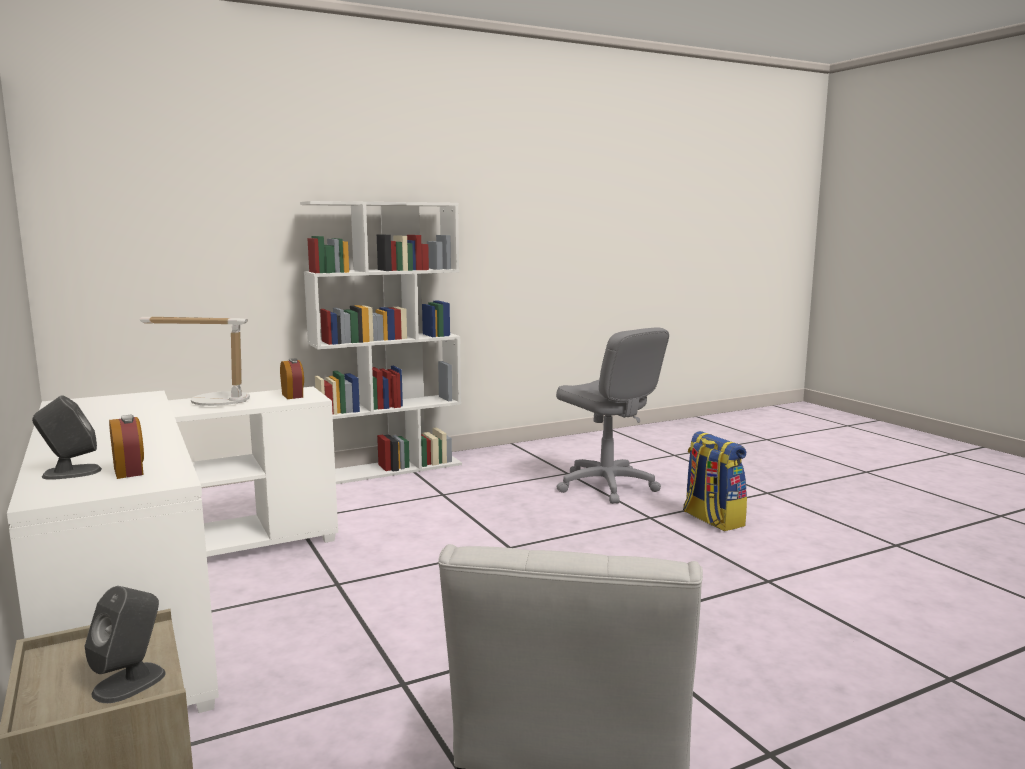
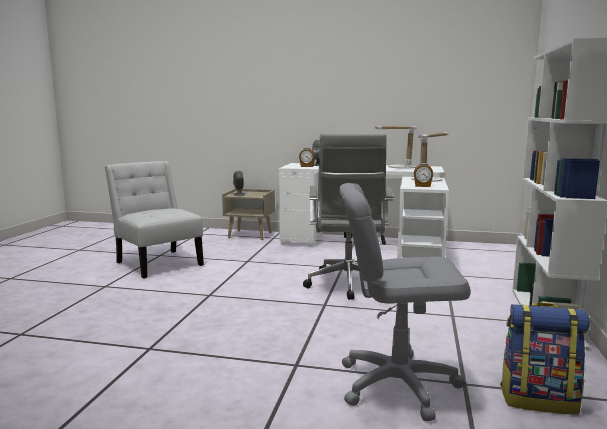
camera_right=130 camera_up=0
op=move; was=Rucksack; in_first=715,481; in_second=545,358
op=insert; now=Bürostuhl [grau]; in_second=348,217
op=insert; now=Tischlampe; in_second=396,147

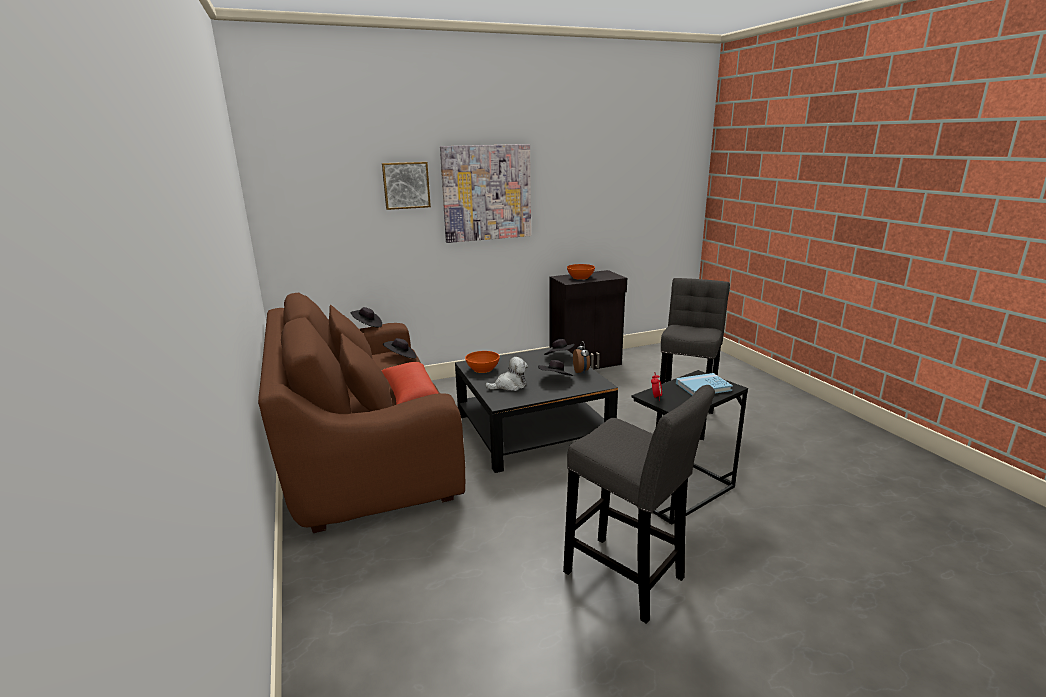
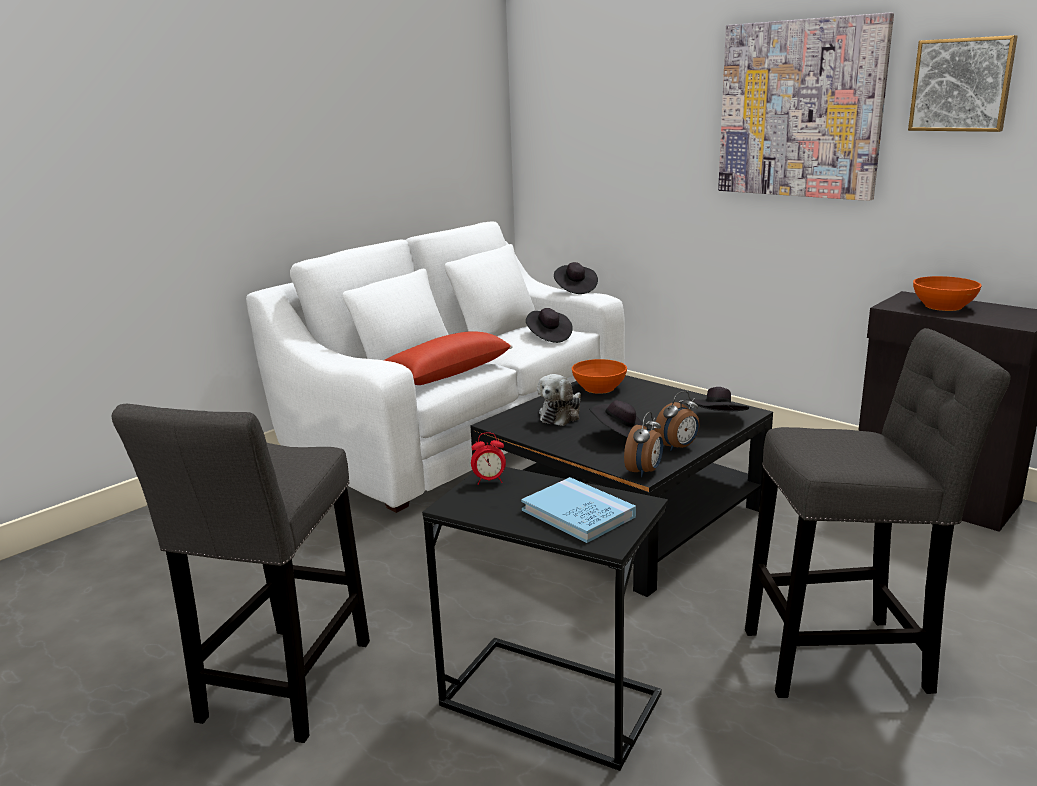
camera_right=65 camera_up=0
op=recolor; was=Sofa [braun]; now=Sofa [weiß]; in_first=361,413; in_second=435,367
op=move; was=Bild; in_first=406,186; in_second=963,83
op=rotate; was=Plüschtier; in_first=506,374; in_second=559,400; clockwise=75
op=insert; now=Wecker; in_second=643,444

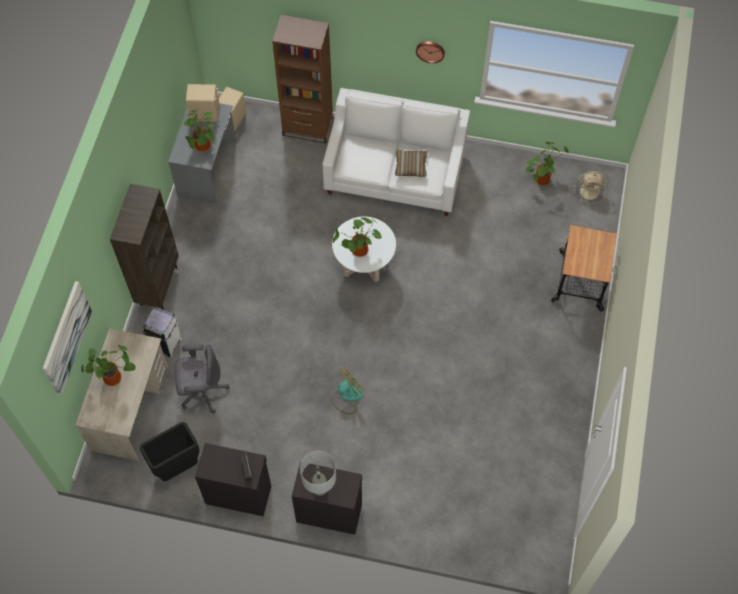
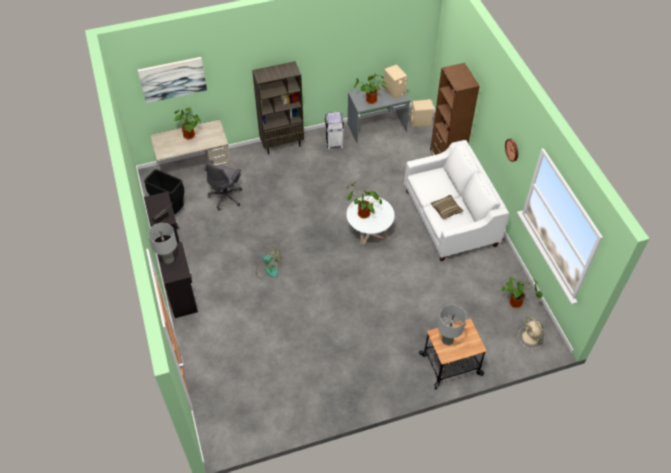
camera_right=60 camera_up=-10
op=move; was=Mülleimer [weiß]; in_first=162,332; in_second=334,130
op=rotate; was=Bürostuhl [grau]; in_first=202,379; in_second=223,185; clockwise=60
op=insert; now=Tischlampe [grau]; in_second=452,325

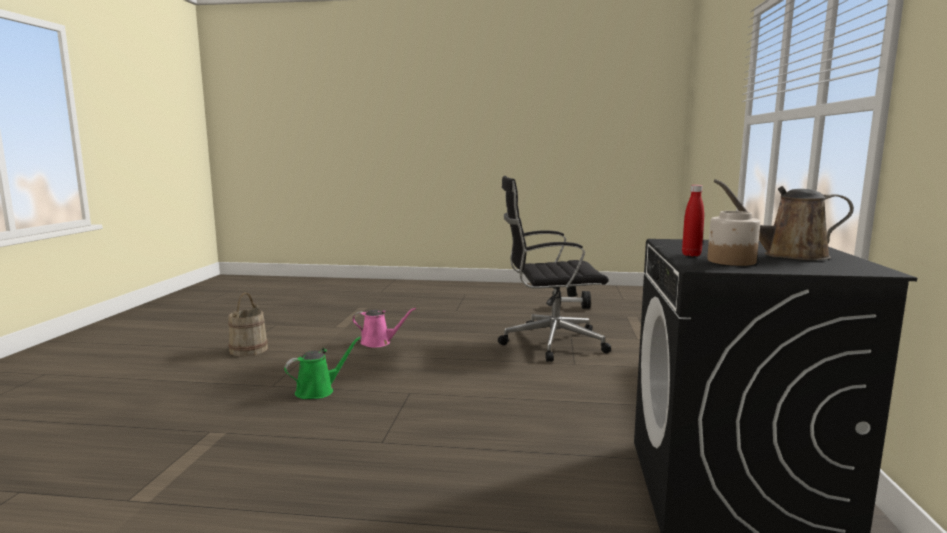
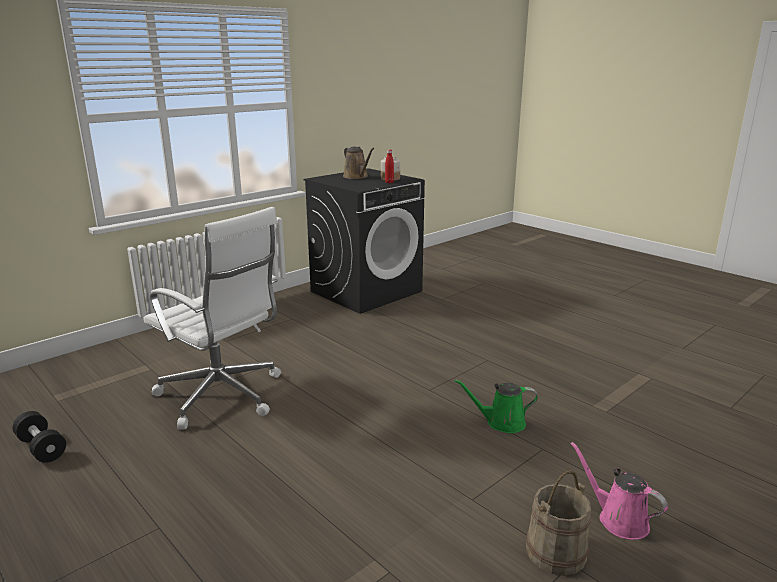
camera_right=-140 camera_up=10
op=move; was=Gießkanne [rosa]; in_first=384,328; in_second=619,491
op=recolor; was=Bürostuhl [schwarz]; now=Bürostuhl [weiß]; in_first=554,269; in_second=212,318

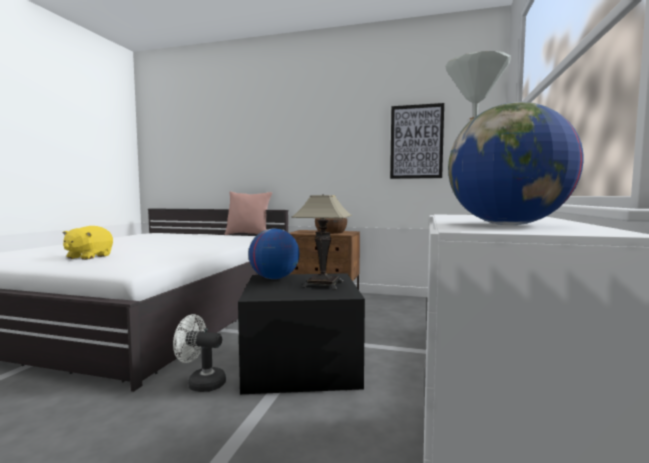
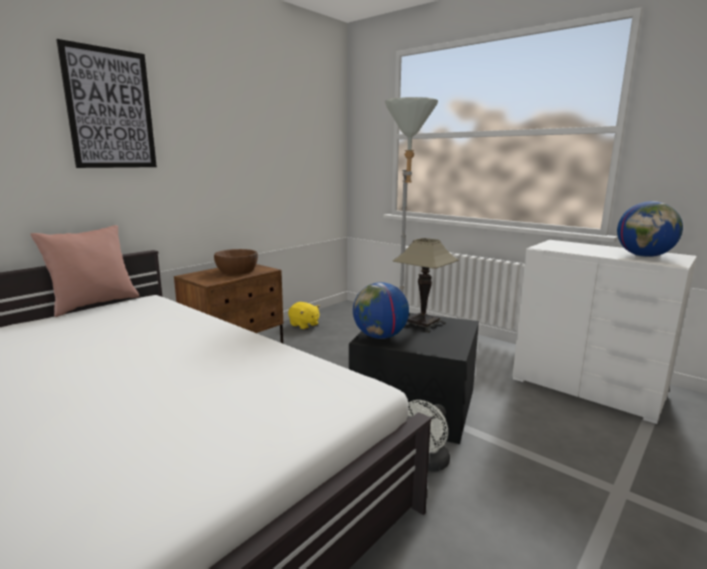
camera_right=-65 camera_up=10
op=move; was=Plüschtier [gelb]; in_first=88,243; in_second=304,315
op=move; was=Bild; in_first=417,141; in_second=106,103

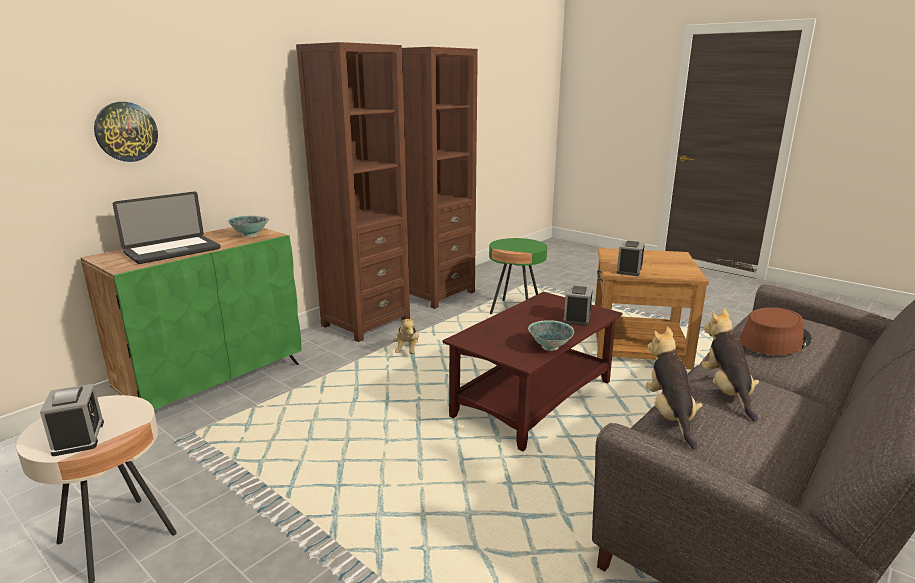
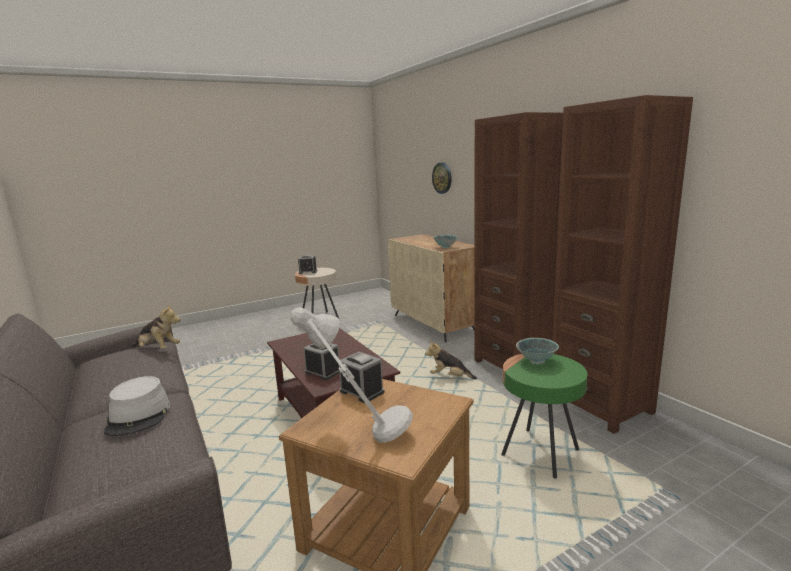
camera_right=110 camera_up=-5
op=recolor; was=Schrank [grün]; now=Schrank [beige]; in_first=191,318; in_second=431,288
op=delete; was=Laptop; in_first=167,228
op=move; was=Schüssel; in_first=551,335; in_second=537,351
op=delete; was=Plüschtier; in_first=730,365
op=recolor; was=Hut [braun]; now=Hut [grau]; in_first=776,331; in_second=137,406
op=insert; now=Tischlampe [grau]; in_second=351,375

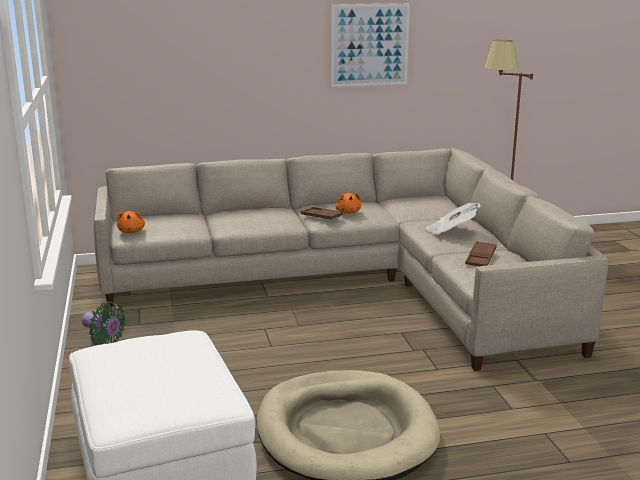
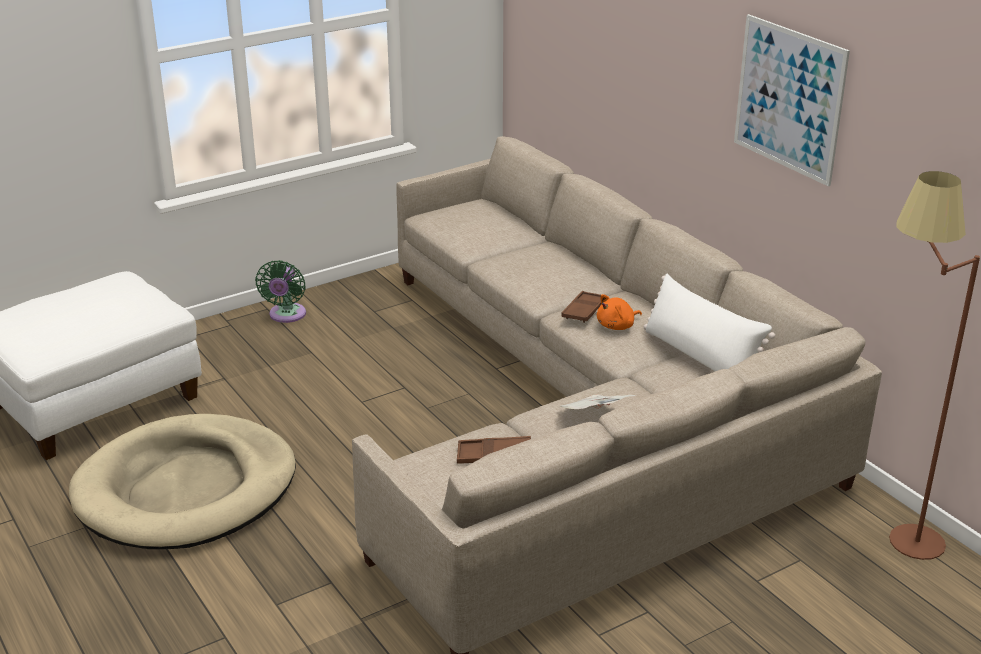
camera_right=70 camera_up=10
op=delete; was=Plüschtier [orange]; in_first=131,222
op=insert; now=Kissen [weiß]; in_second=709,322

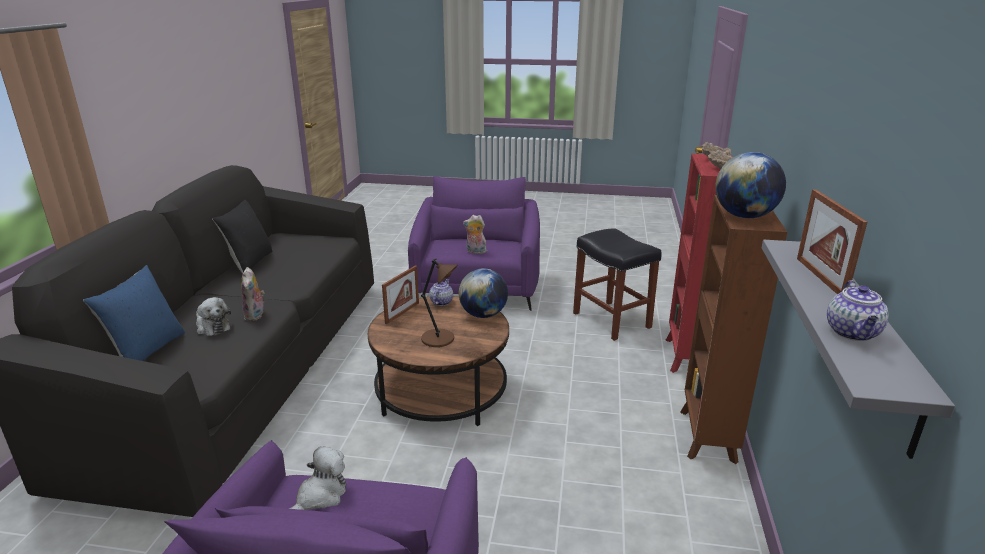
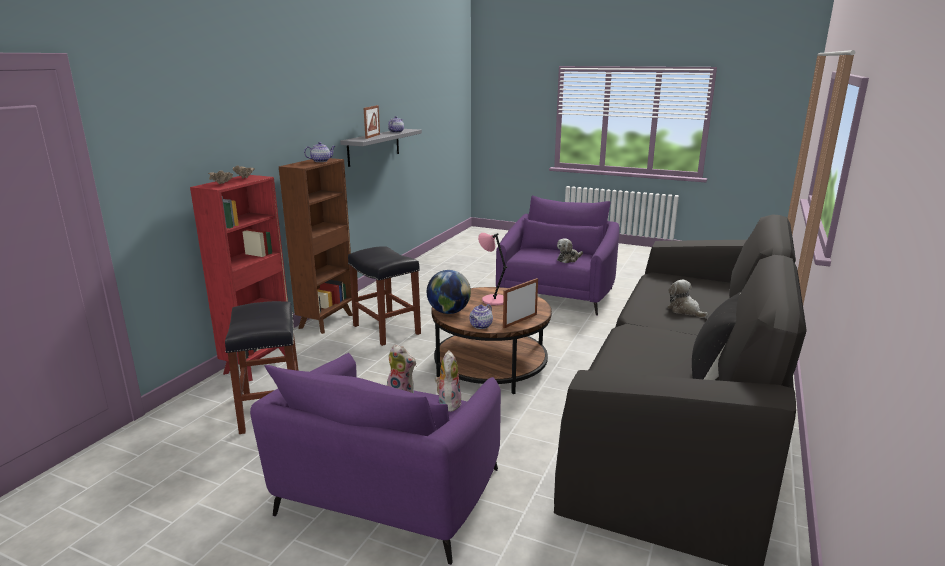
camera_right=-165 camera_up=-5
op=delete; was=Kissen [blau]; in_first=134,313
op=move; was=Plüschtier; in_first=253,294; in_second=448,381
op=recolor; was=Tischlampe [braun]; now=Tischlampe [rosa]; in_first=439,302; in_second=492,269
op=replace; was=Globus; now=Teekanne; in_first=750,185; in_second=319,152
op=insert; now=Hocker [schwarz]; in_second=384,296

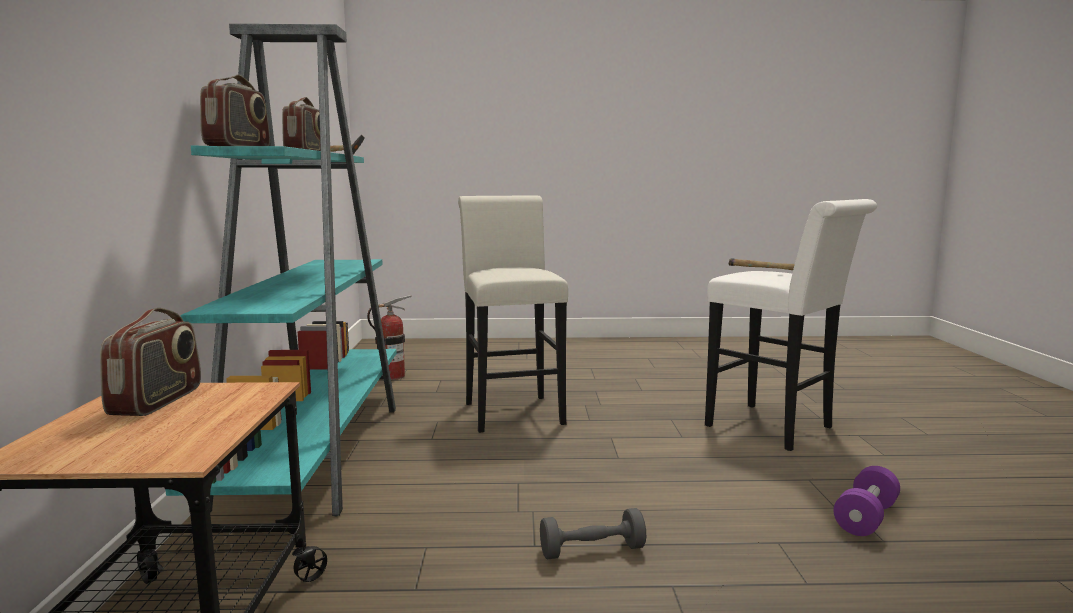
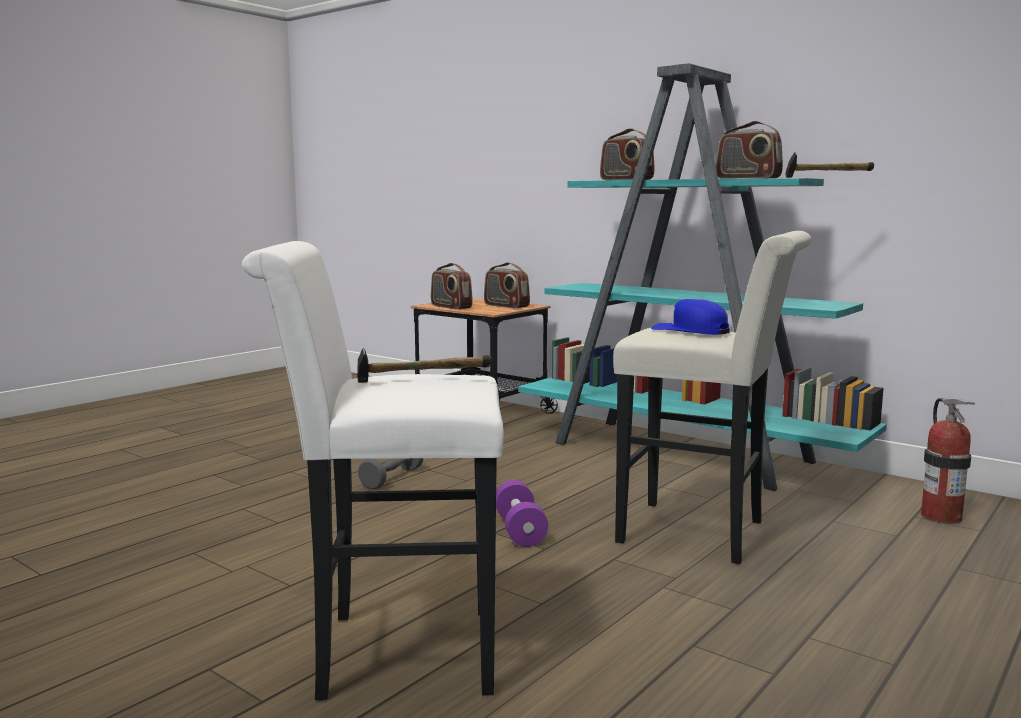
camera_right=130 camera_up=0
op=move; was=Hantel [lila]; in_first=867,501; in_second=522,513
op=insert; now=Radio; in_second=452,286
op=insert; now=Kappe [blau]; in_second=690,317

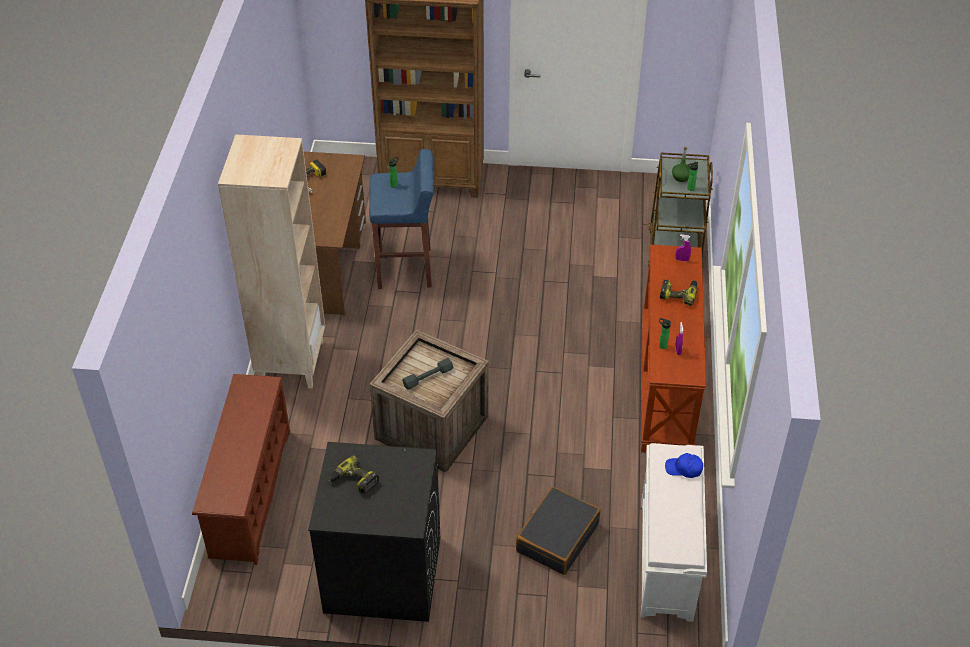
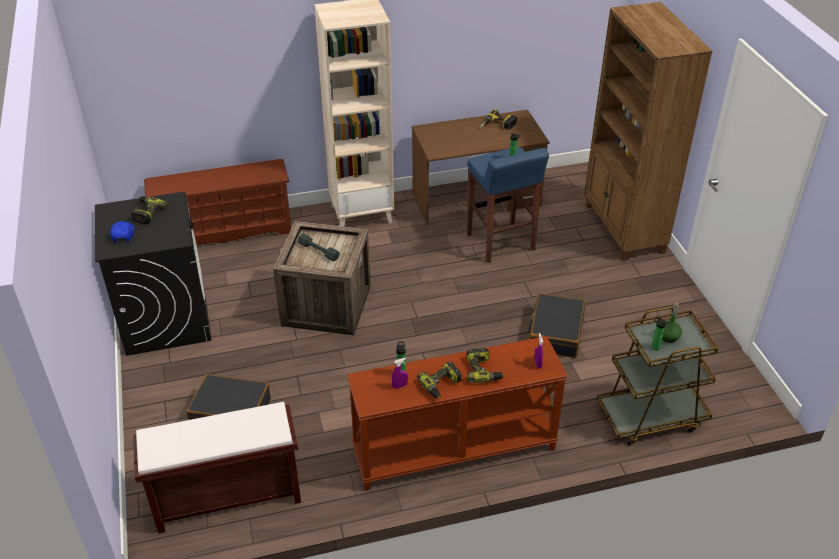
camera_right=70 camera_up=-5
op=recolor; was=Bank [weiß]; now=Bank [braun]; in_first=673,532; in_second=217,468
op=move; was=Kappe [blau]; in_first=684,465; in_second=122,232
op=insert; now=Bohrmaschine; in_second=439,380
op=insert; now=Koffer [schwarz]; in_second=556,326

